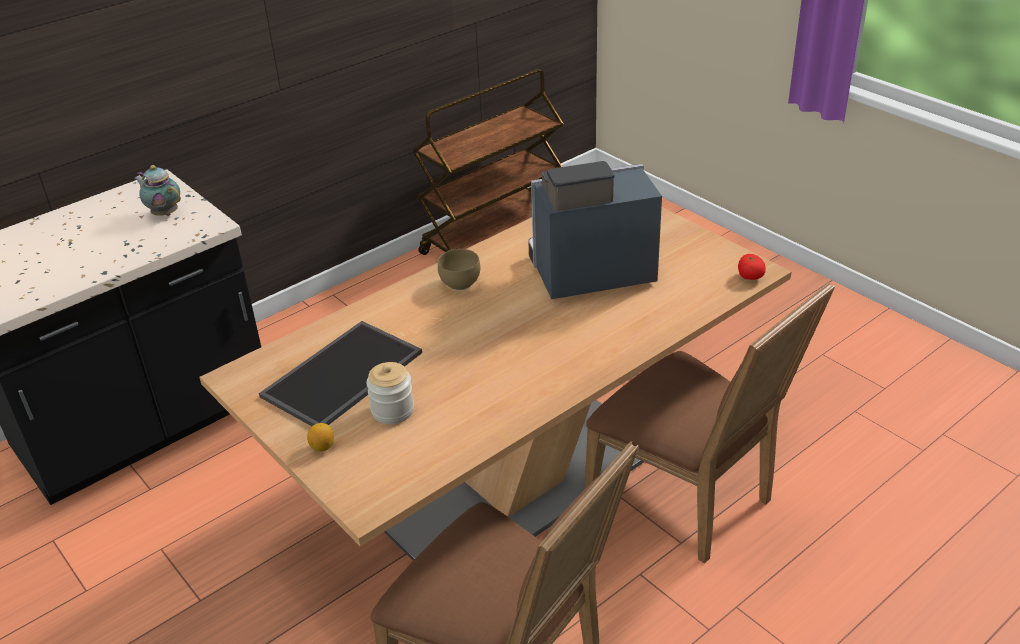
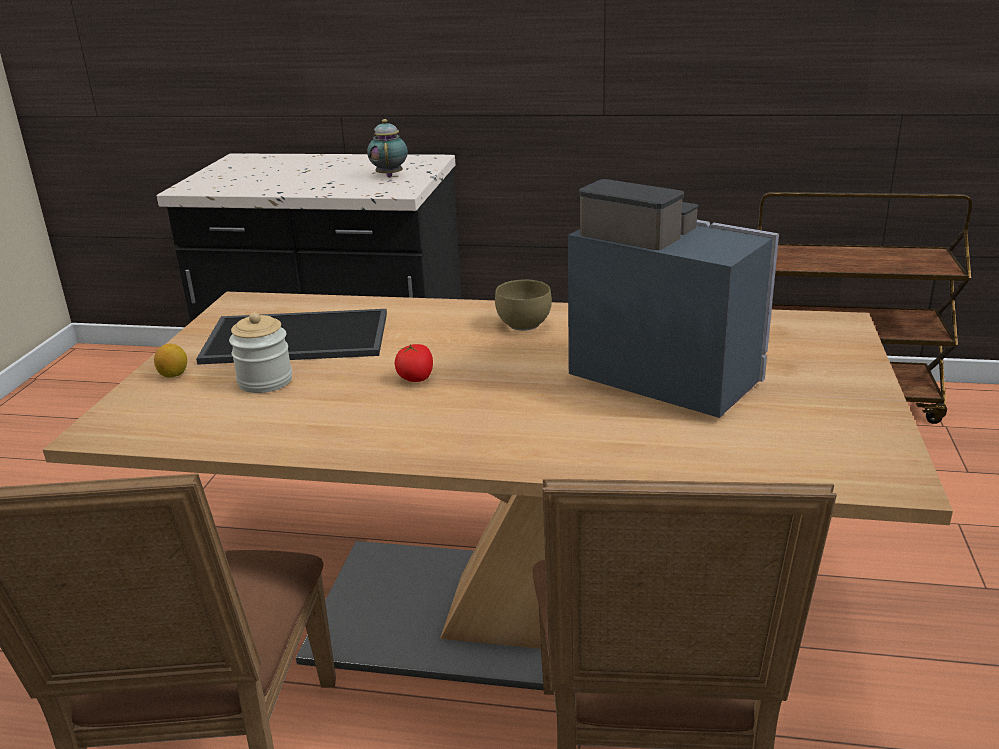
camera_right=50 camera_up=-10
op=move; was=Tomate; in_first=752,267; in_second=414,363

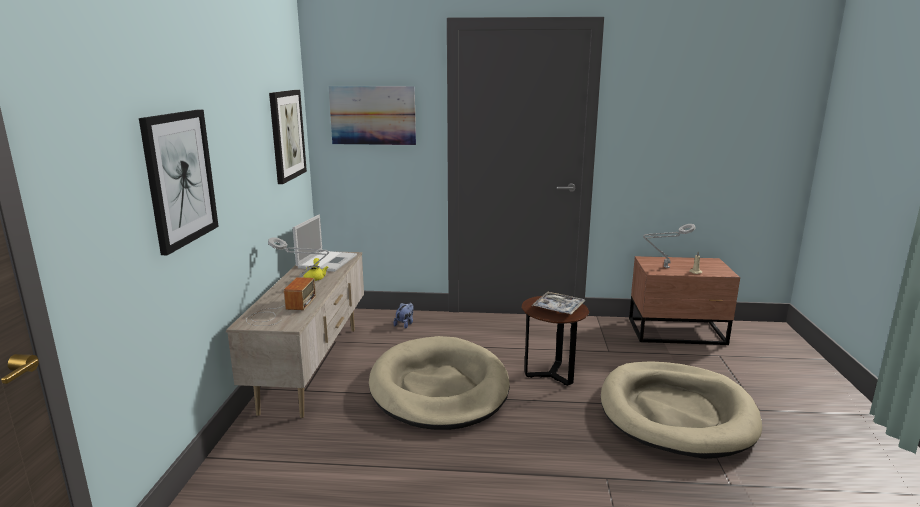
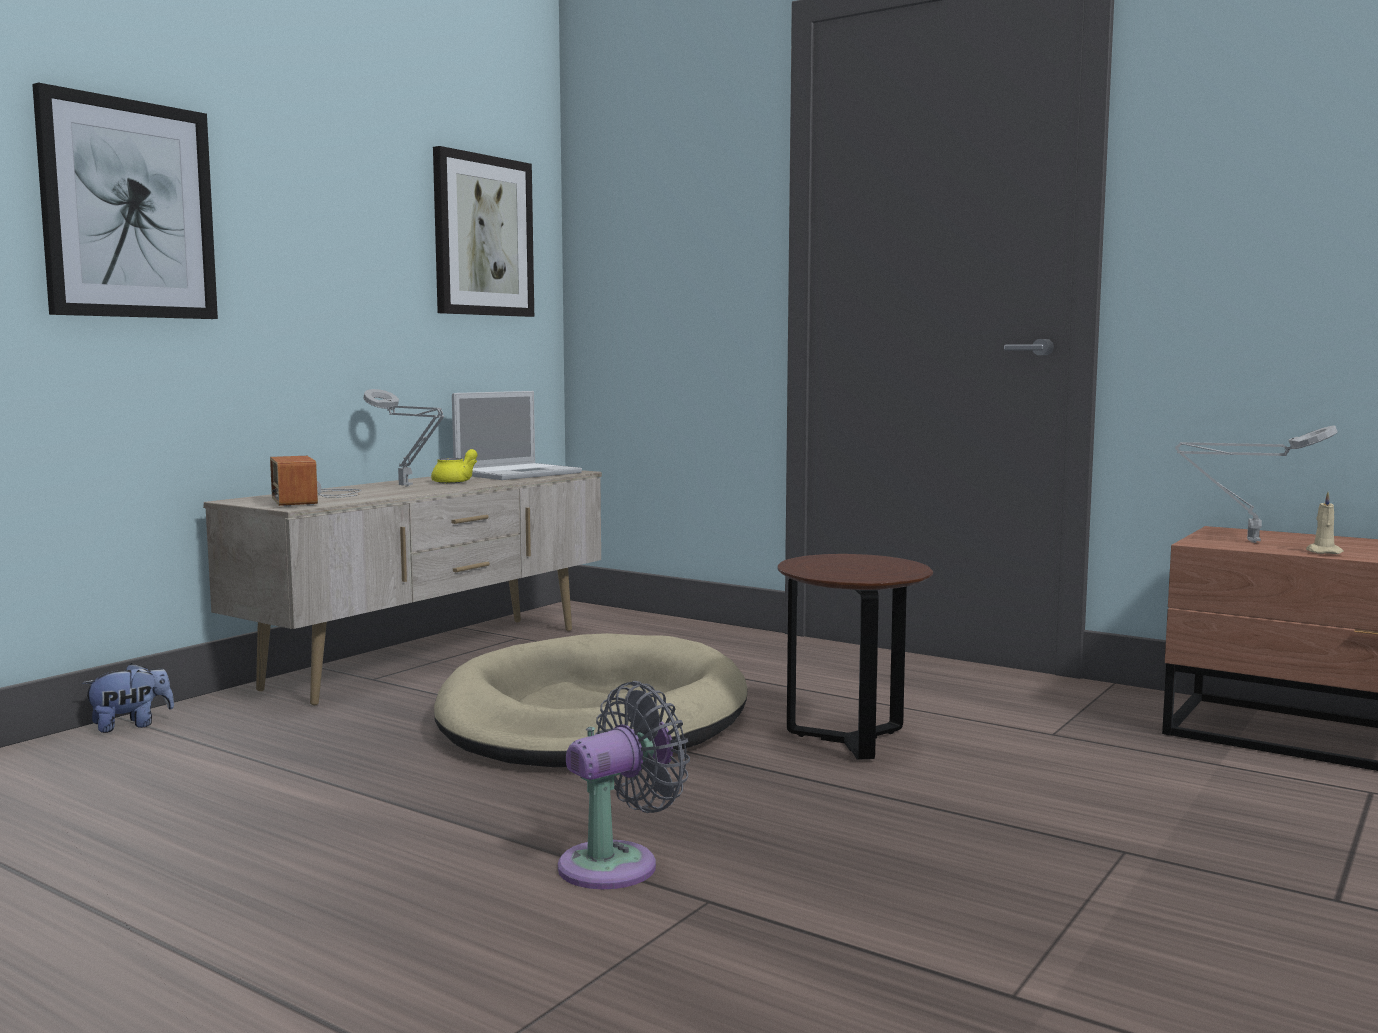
camera_right=30 camera_up=-10
op=rotate; was=Radio; in_first=281,301; in_second=315,481; clockwise=120
op=delete; was=Bild; in_first=372,115
op=move; was=Plüschtier; in_first=404,316; in_second=127,698
op=delete; was=Tablett; in_first=558,303
op=delete; was=Hundebett [beige]; in_first=681,410
op=insert; now=Ventilator [grau]; in_second=624,785

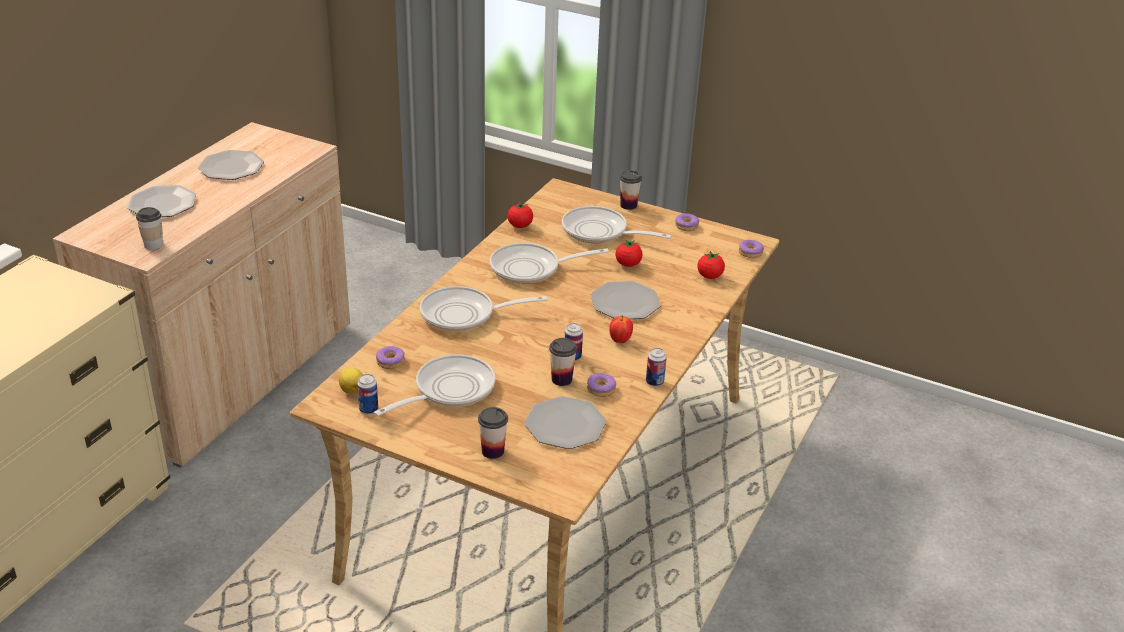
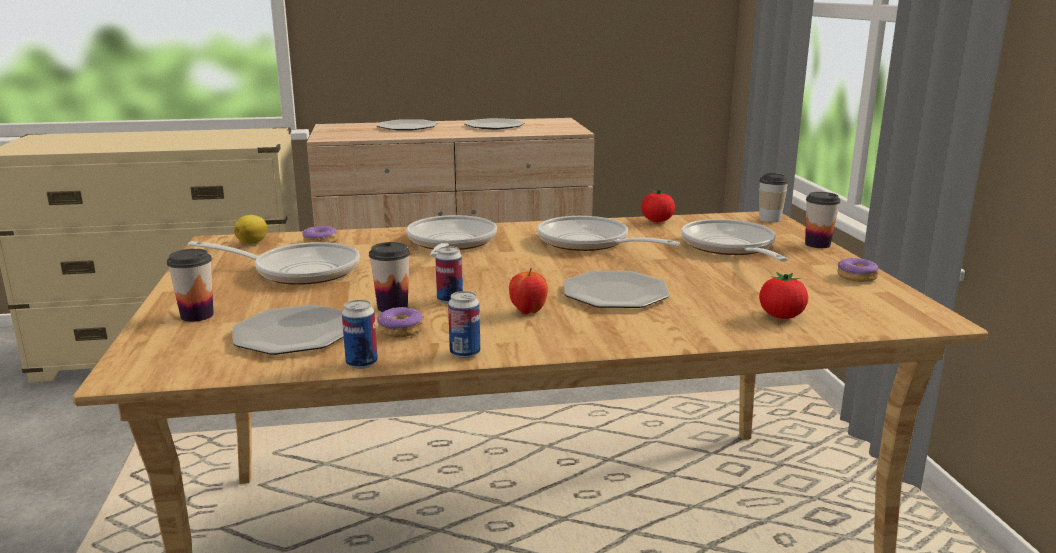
camera_right=55 camera_up=-15
op=move; was=Tasse; in_first=149,228; in_second=774,197
op=move; was=Dose; in_first=367,394; in_second=360,334
op=rotate; was=Pfanne; in_first=483,308; in_second=451,236; clockwise=45
op=delete; was=Tomate; in_first=629,253
op=delete; was=Donut; in_first=751,249

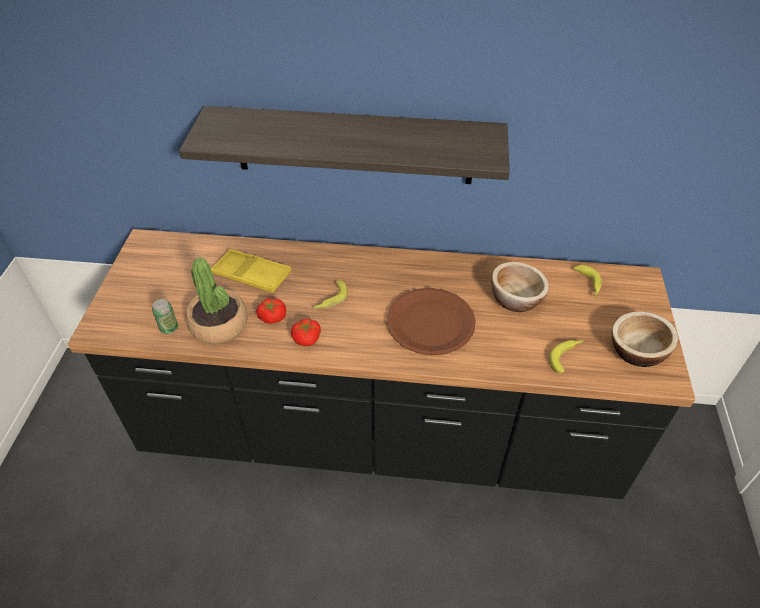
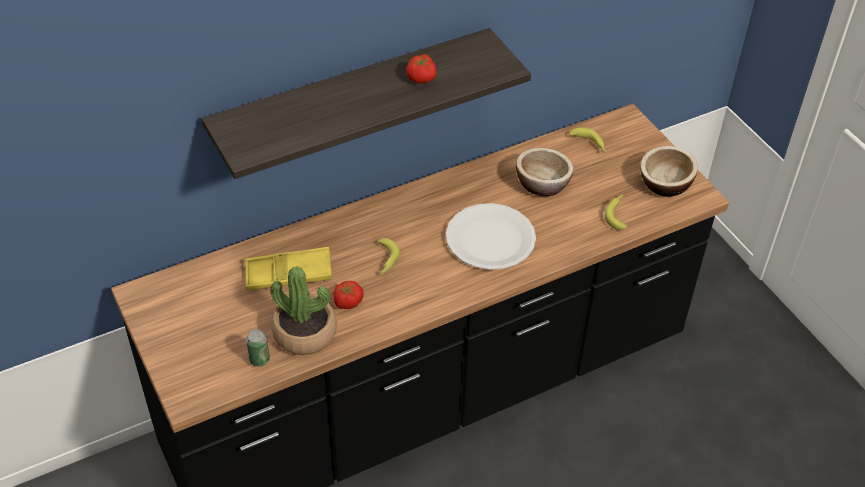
camera_right=-35 camera_up=0
op=move; was=Tomate; in_first=306,332; in_second=421,69
op=recolor; was=Teller [braun]; now=Teller [weiß]; in_first=431,321; in_second=491,236

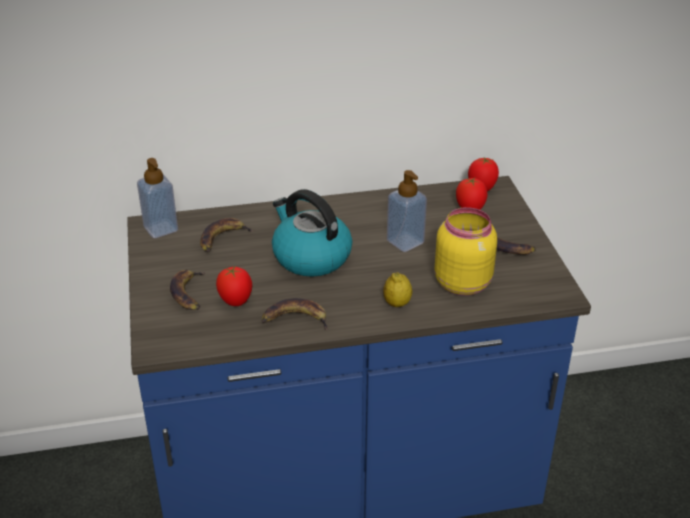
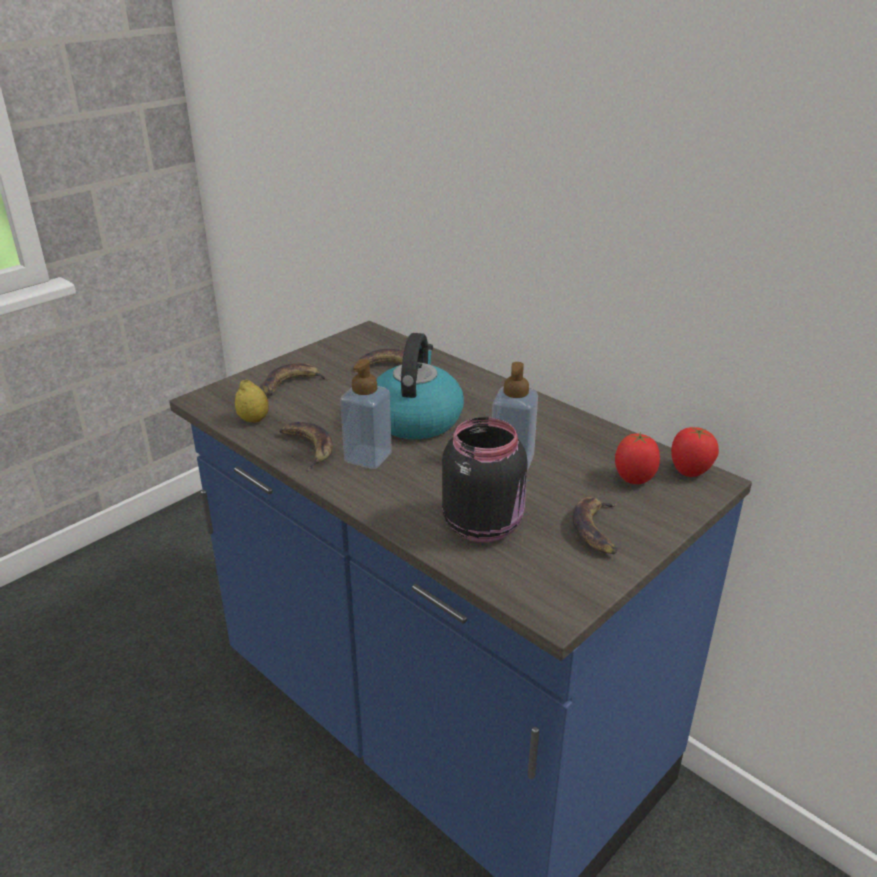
camera_right=55 camera_up=-5
op=move; was=Seifenspender; in_first=157,198; in_second=366,414
op=delete; was=Tomate; in_first=234,285
op=move; was=Zitrone; in_first=397,289; in_second=252,401
op=recolor; was=Vorratsglas [gelb]; now=Vorratsglas [schwarz]; in_first=466,251; in_second=485,479

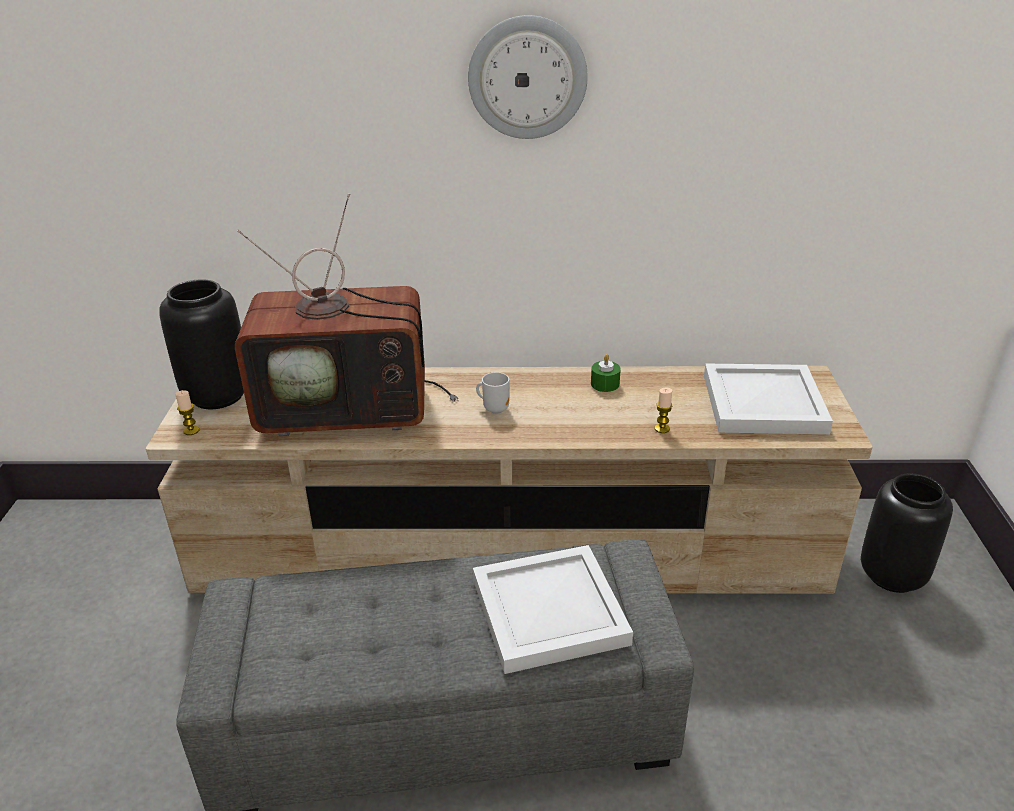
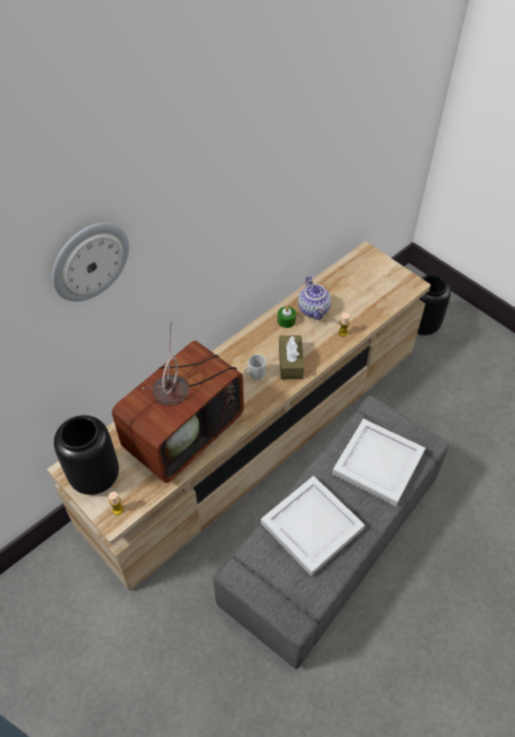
camera_right=-45 camera_up=20
op=move; was=Wanduhr; in_first=528,77; in_second=90,262
op=move; was=Tablett [weiß]; in_first=768,399; in_second=313,526
op=insert; now=Taschentuchbox [braun]; in_second=291,357
op=insert; now=Teekanne; in_second=314,298

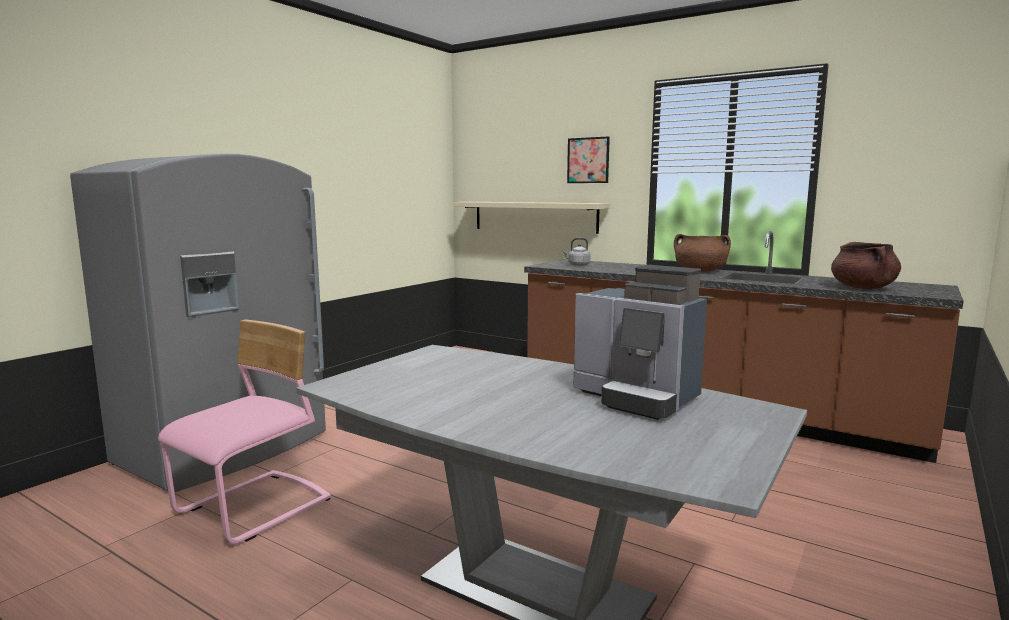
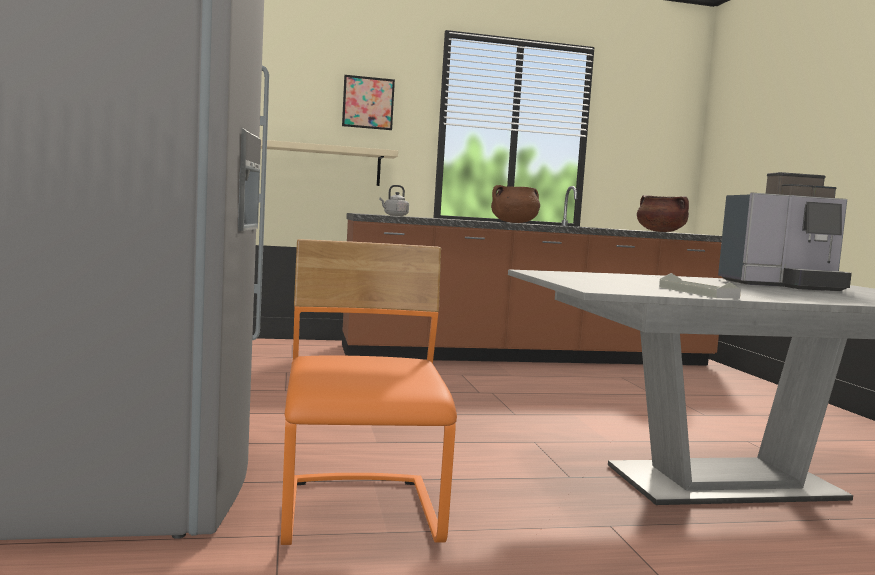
camera_right=-45 camera_up=-5
op=recolor; was=Stuhl [rosa]; now=Stuhl [orange]; in_first=244,431; in_second=369,392
op=insert; now=Tablett [grau]; in_second=700,286

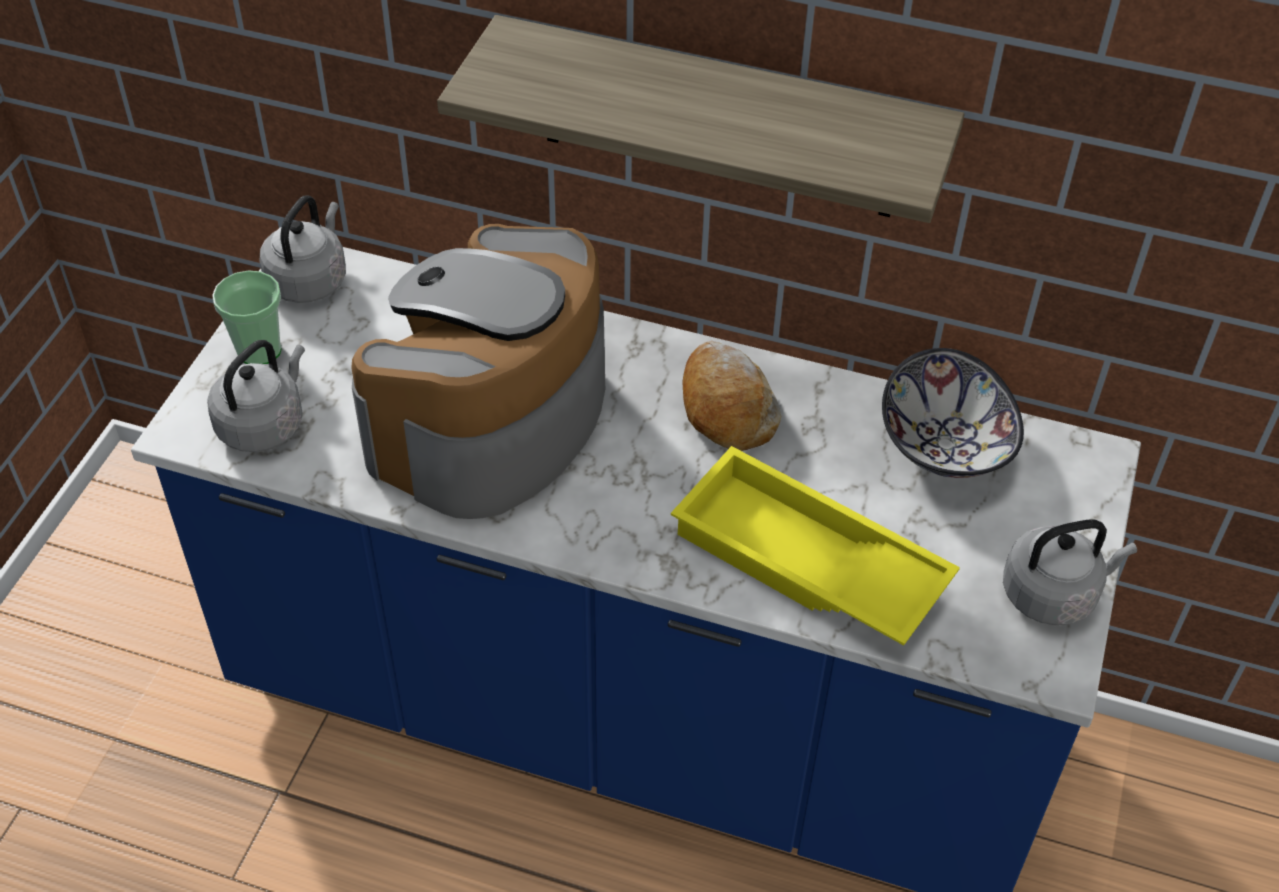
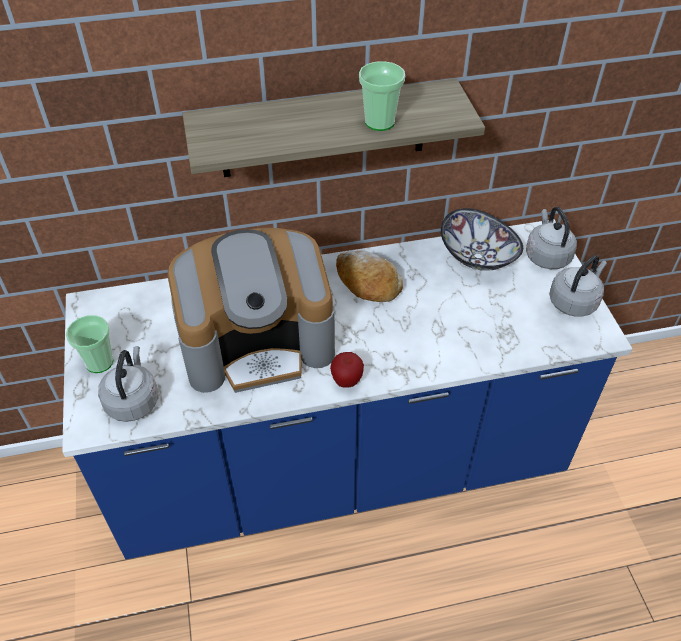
camera_right=-30 camera_up=0
op=move; was=Wasserkessel [grau]; in_first=303,249; in_second=551,238
op=rotate; was=Kaffeemaschine; in_first=478,371; in_second=251,310; clockwise=-105
op=delete; was=Tablett [gelb]; in_first=815,546
op=insert; now=Apfel; in_second=347,370
op=insert; now=Tasse; in_second=382,96

